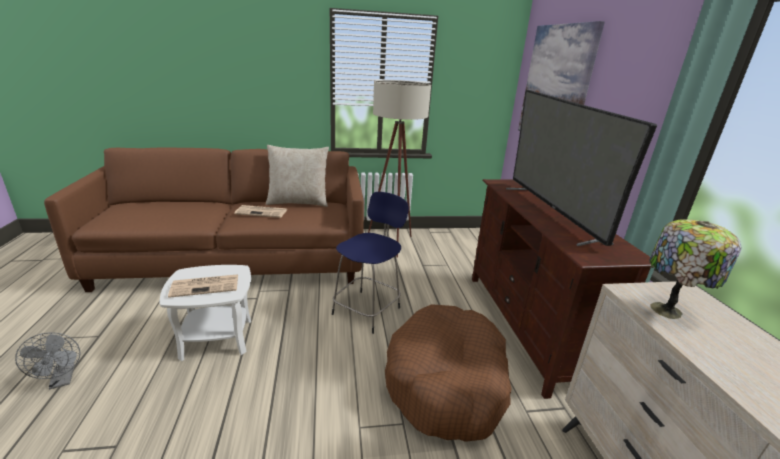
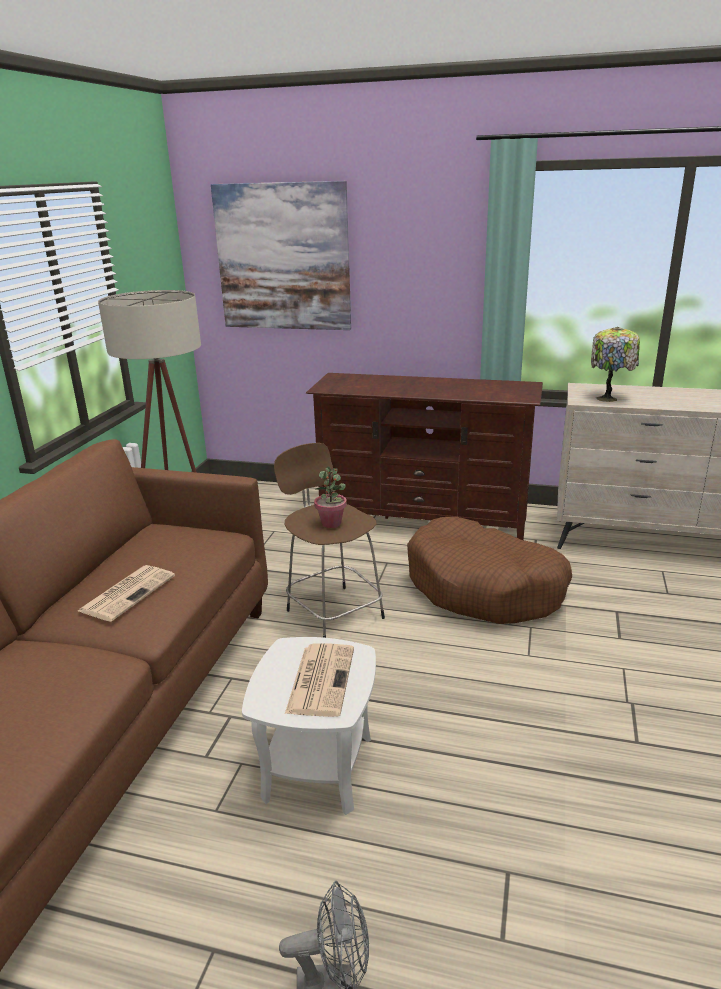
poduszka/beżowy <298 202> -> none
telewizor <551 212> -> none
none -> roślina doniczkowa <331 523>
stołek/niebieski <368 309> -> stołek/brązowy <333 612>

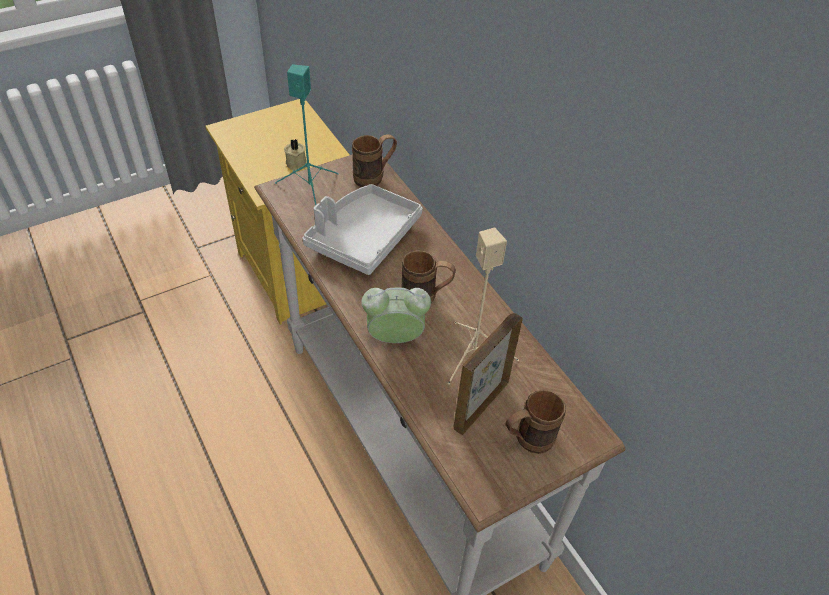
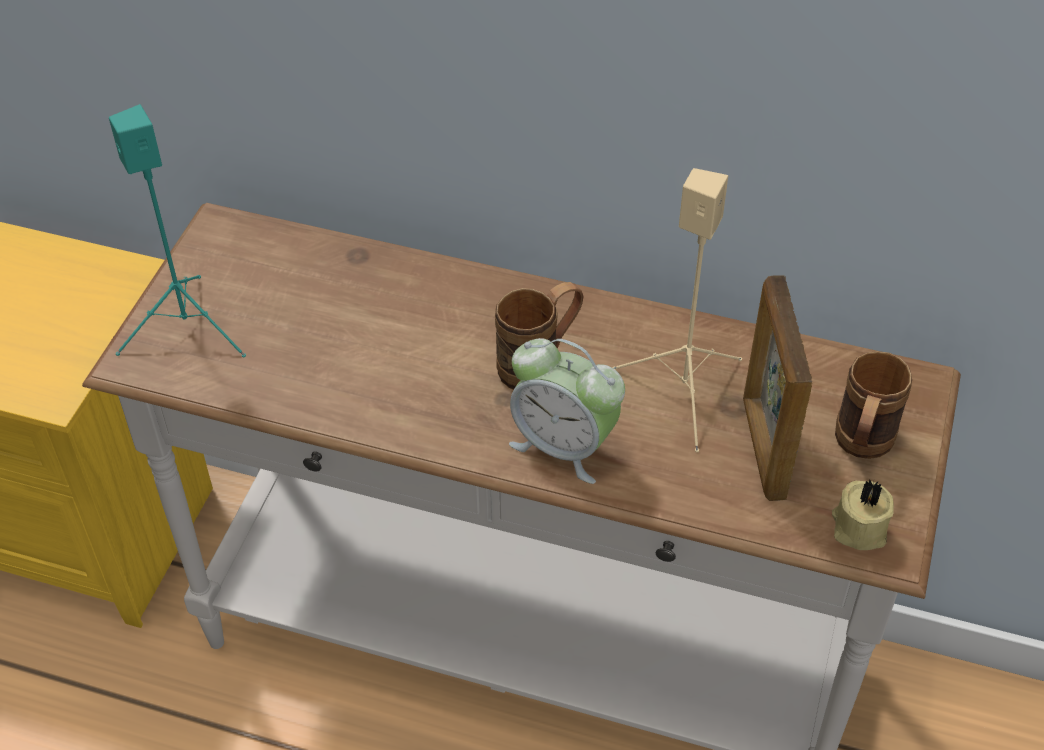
taca/szary <363 237> -> none
kubek/brązowy <374 177> -> none
świeca/beżowy <297 163> -> świeca/beżowy <858 527>, moved
budzik <395 338> -> budzik <564 445>, 105 degrees counterclockwise

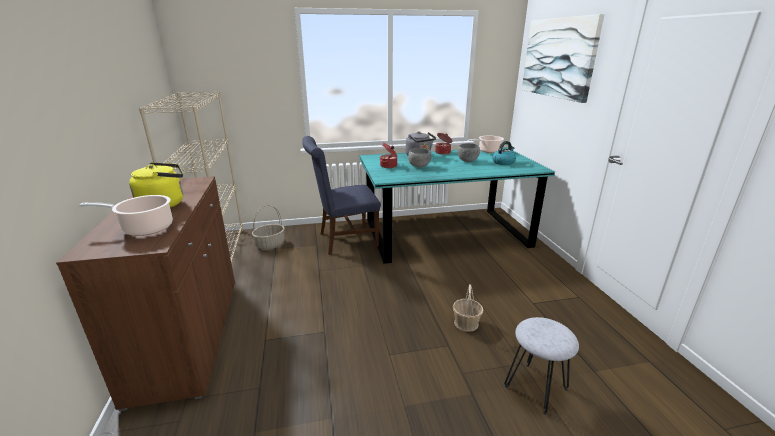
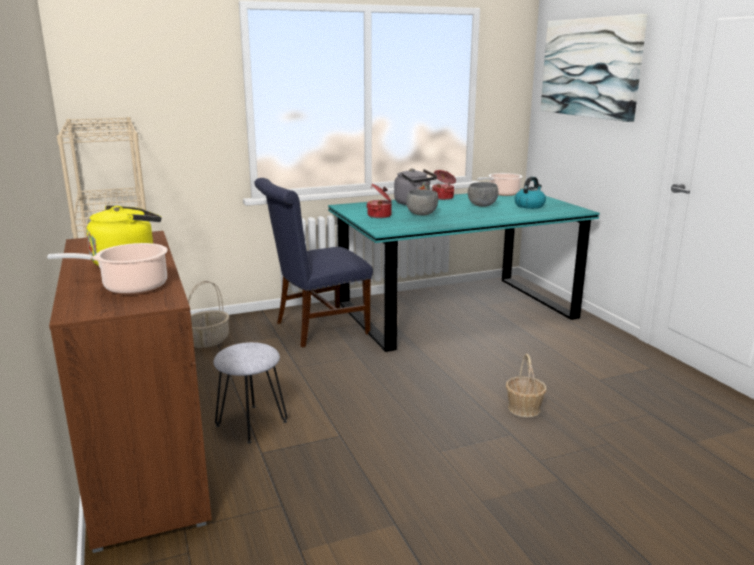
stołek/szary <536 388> -> stołek/szary <252 424>, moved

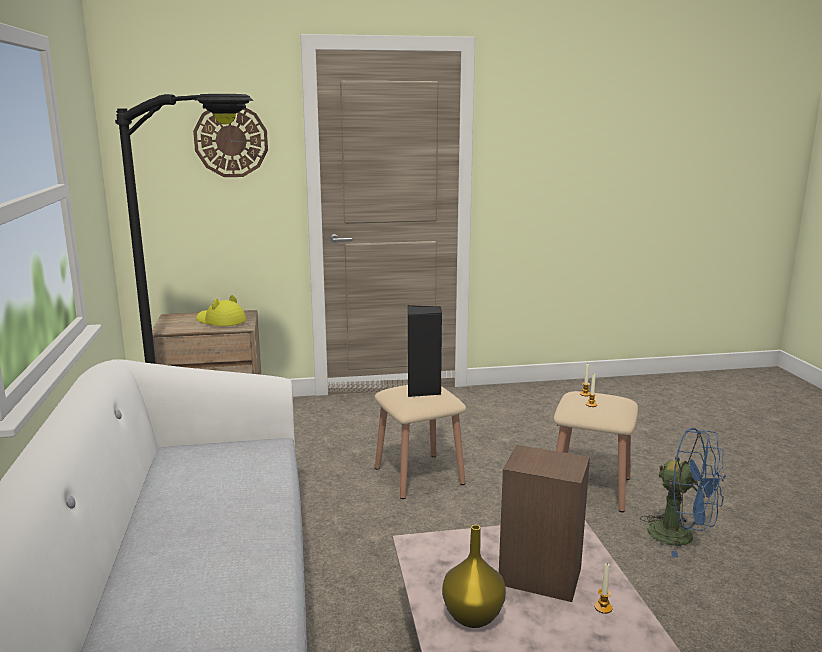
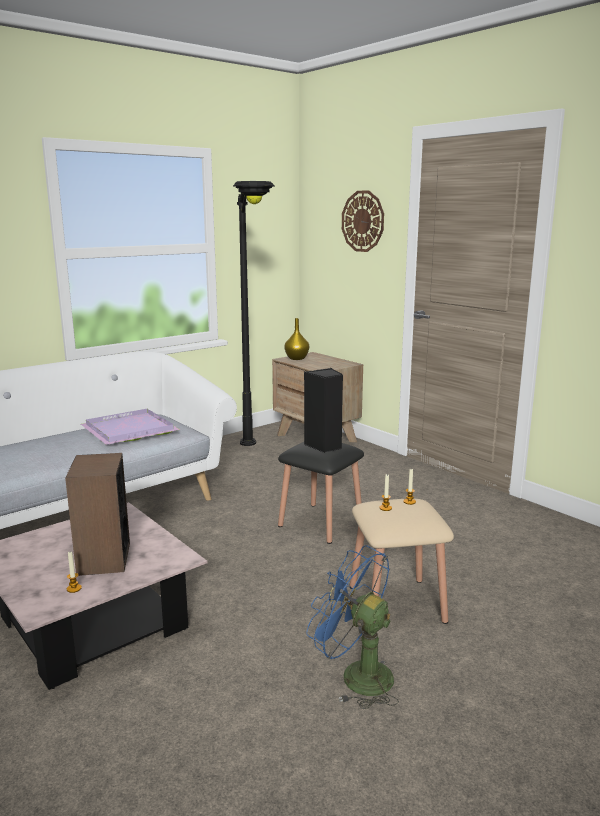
kapelusz/żółty <220 321> -> none
none -> taca/fioletowy <131 430>
wazon/żółty <472 617> -> wazon/żółty <296 358>, moved
stołek/beżowy <419 475> -> stołek/czarny <320 523>
wentylator/niebieski <681 537> -> wentylator/niebieski <356 675>, 120 degrees clockwise

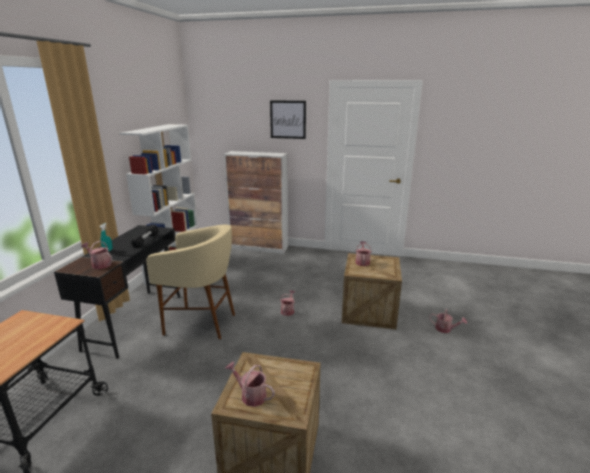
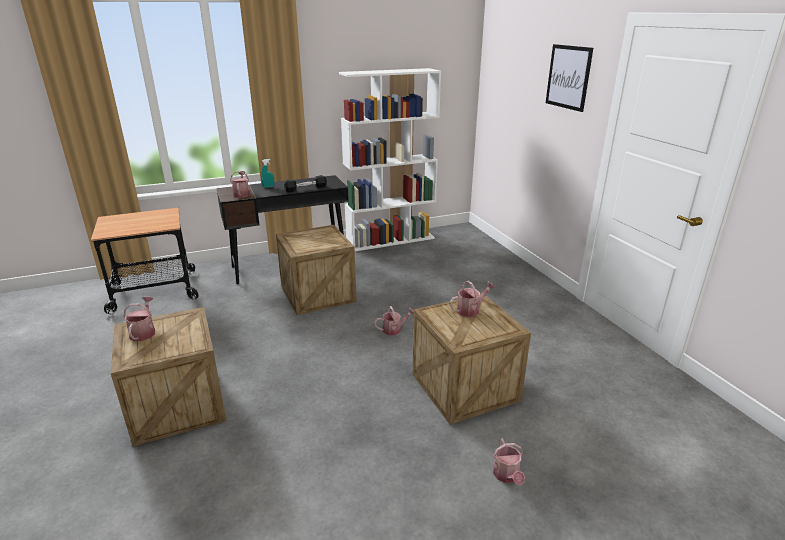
szafka <259 247> -> none
stołek/beżowy <201 323> -> skrzynka <318 294>

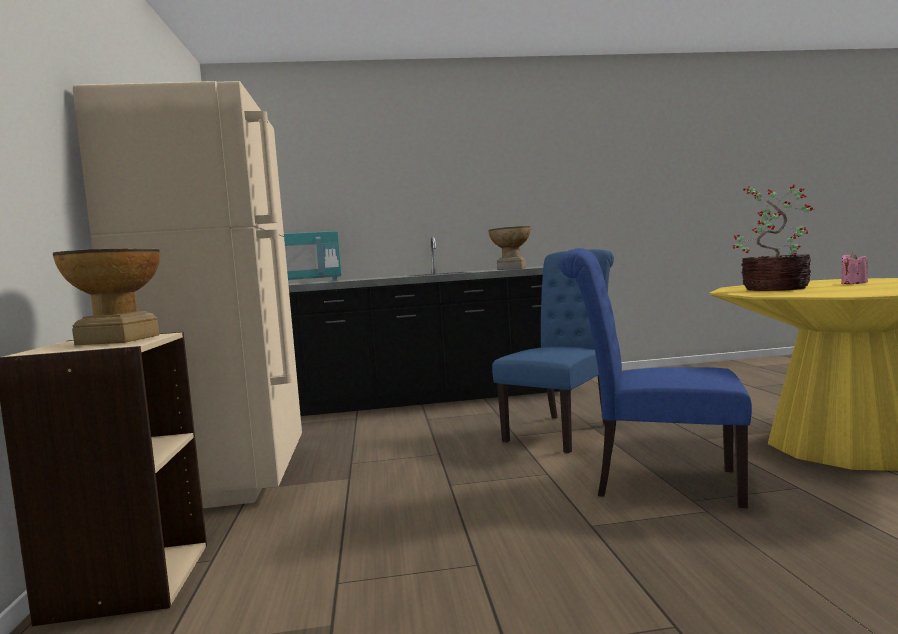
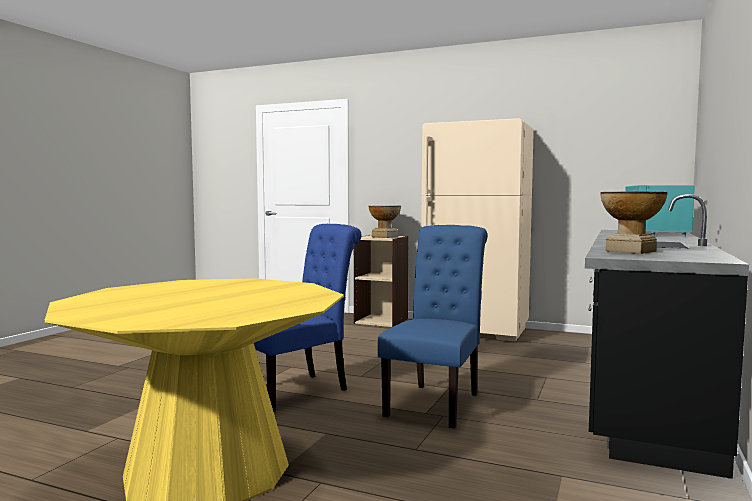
roślina doniczkowa <773 289> -> none
świeca/różowy <853 283> -> none
krzesło/niebieski <563 430> -> krzesło/niebieski <436 402>, 135 degrees counterclockwise

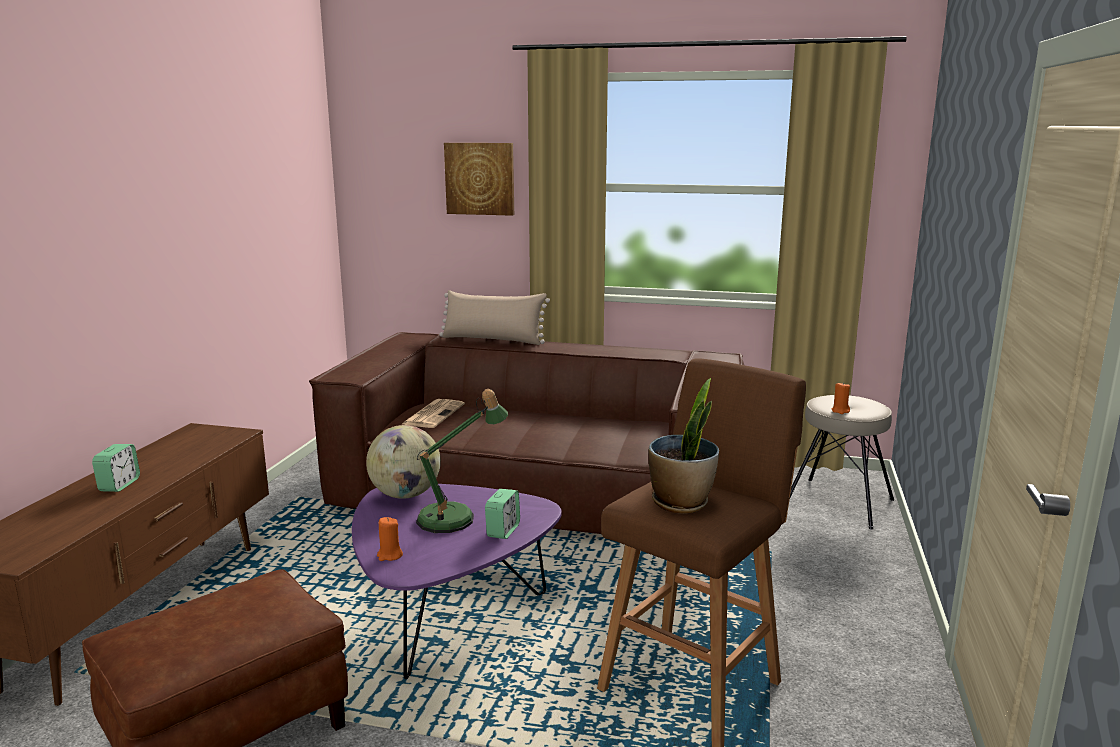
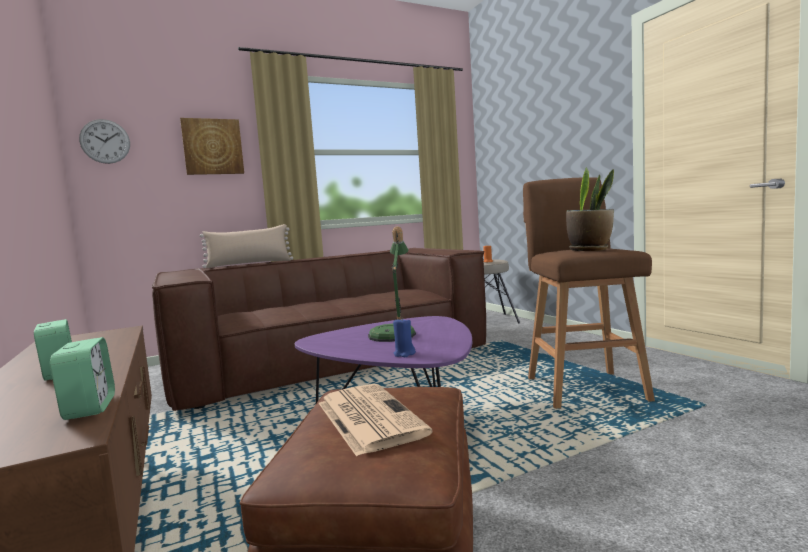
globus <406 495> -> none
none -> zegar ścienny <105 141>
gazeta <433 414> -> gazeta <367 417>, moved
budzik <503 531> -> budzik <89 408>, moved
świeca/pomarańczowy <389 555> -> świeca/niebieski <404 354>

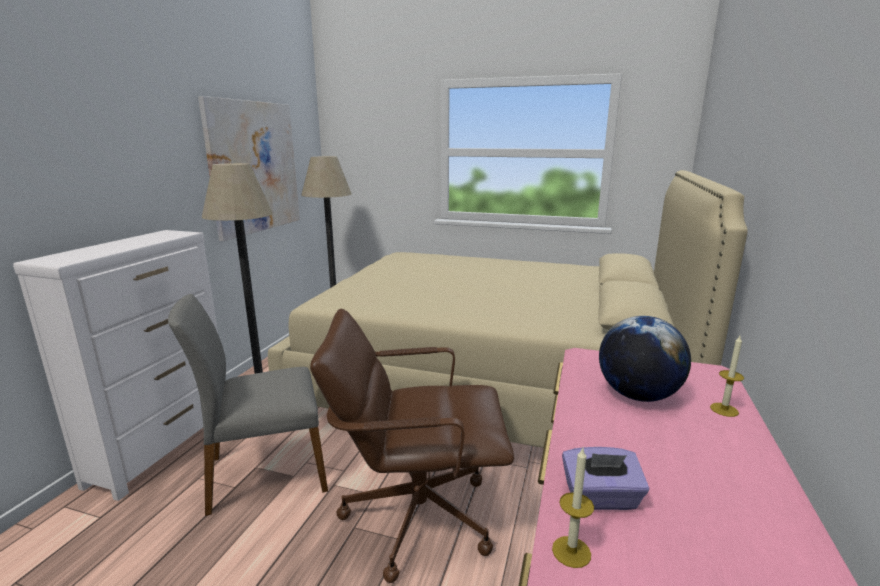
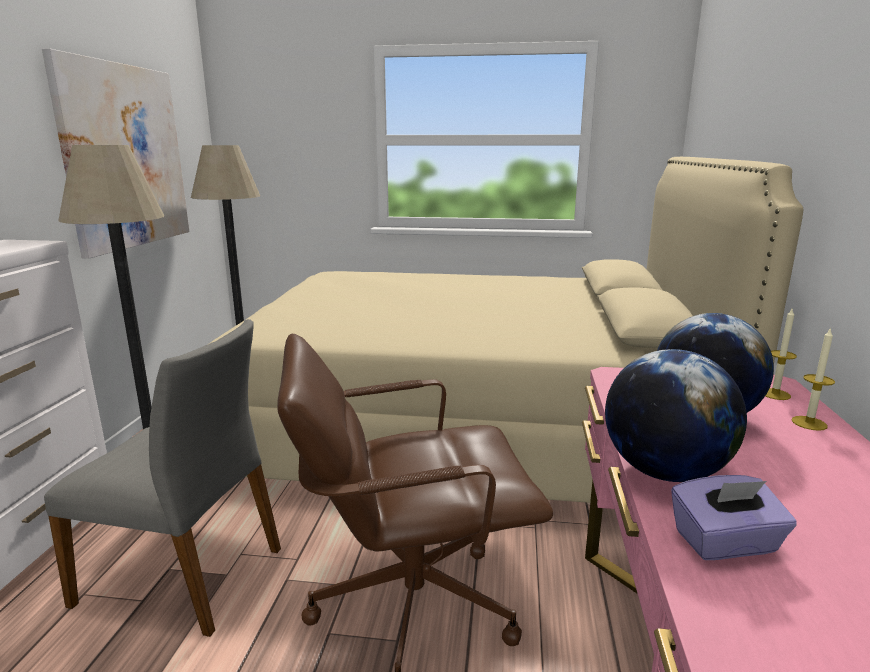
none -> globus <664 472>
świeca <571 551> -> świeca <775 394>, moved
krzesło/szary <265 472> -> krzesło/szary <185 574>, 135 degrees counterclockwise

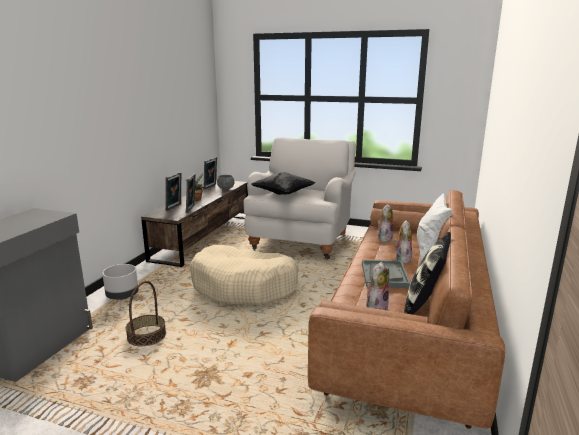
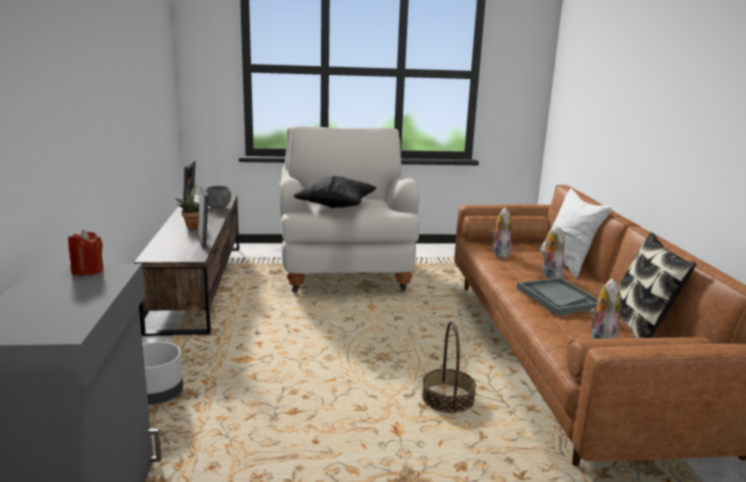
ramka na zdjęcie <174 207> -> none
legowisko/beżowy <244 287> -> none
none -> świeca/czerwony <87 270>
koszyk <146 335> -> koszyk <447 398>, moved

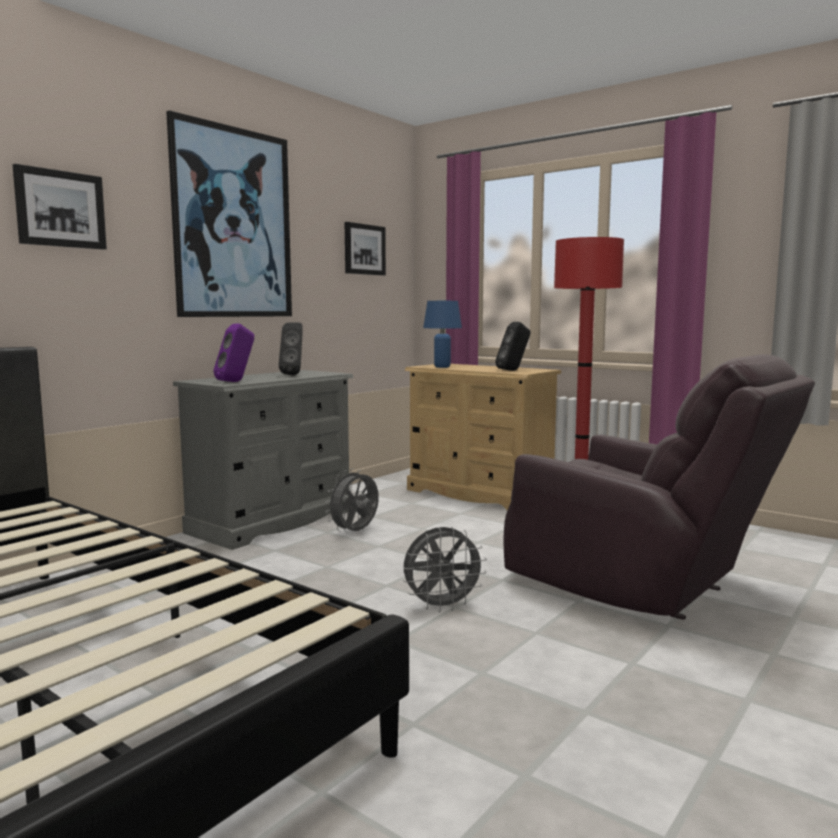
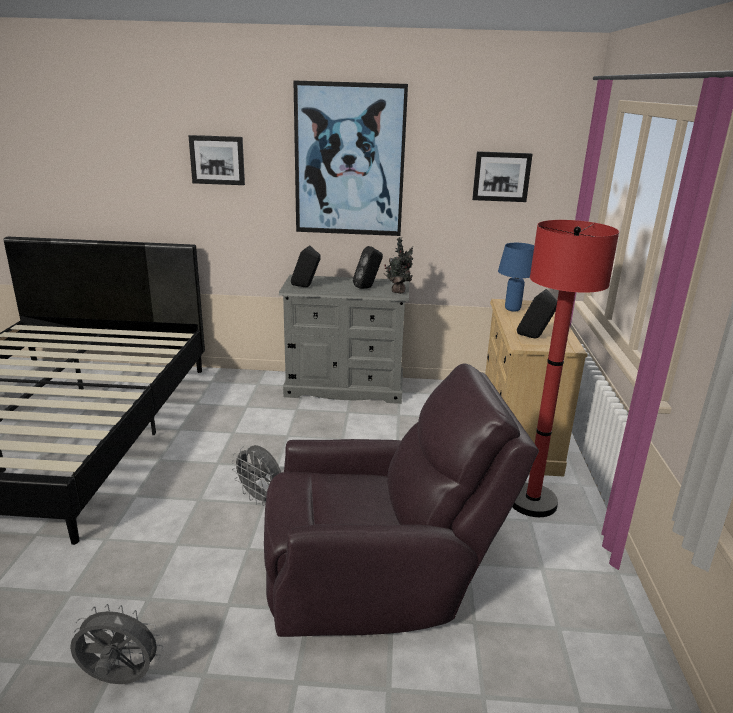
none -> roślina doniczkowa <398 291>
wentylator/szary <355 532> -> wentylator/szary <119 680>, moved
głośnik/fioletowy <236 381> -> głośnik/czarny <306 287>
fotel/brązowy <640 586> -> fotel/brązowy <379 579>, 105 degrees counterclockwise

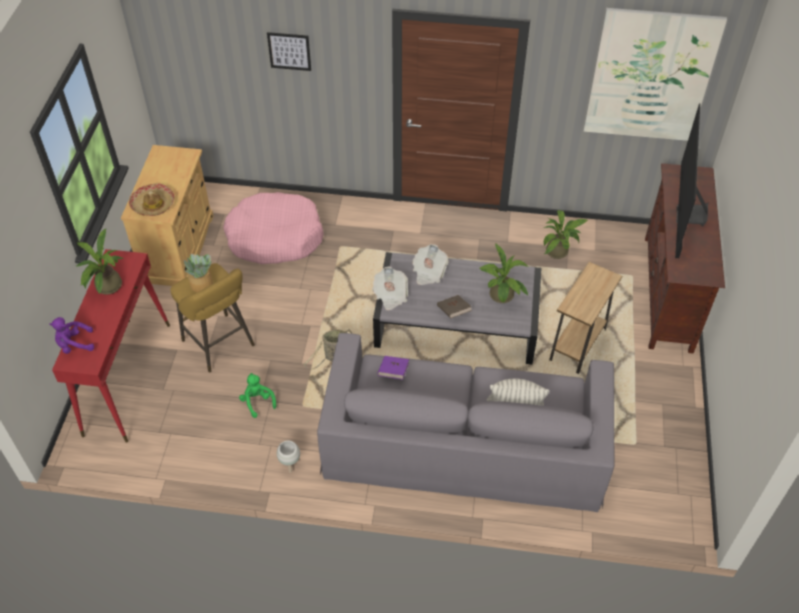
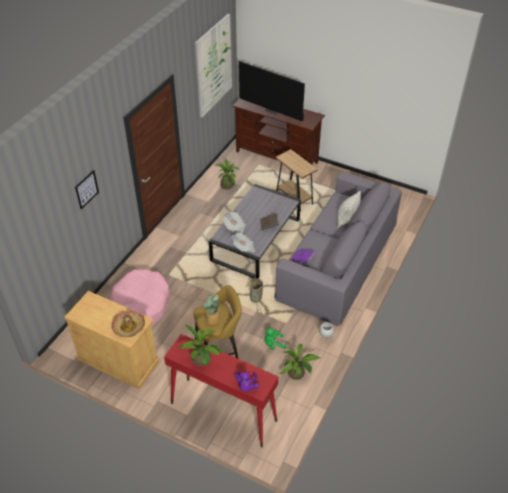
roślina doniczkowa <502 297> -> roślina doniczkowa <298 374>, moved

